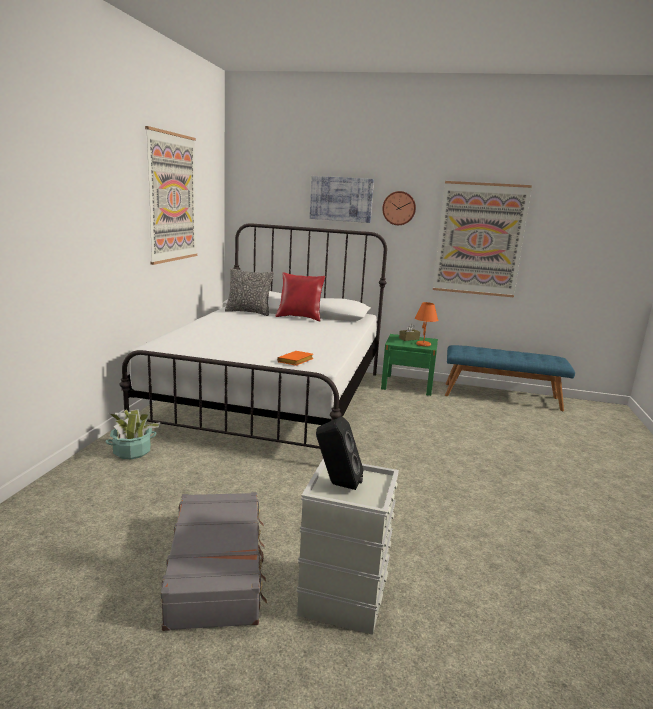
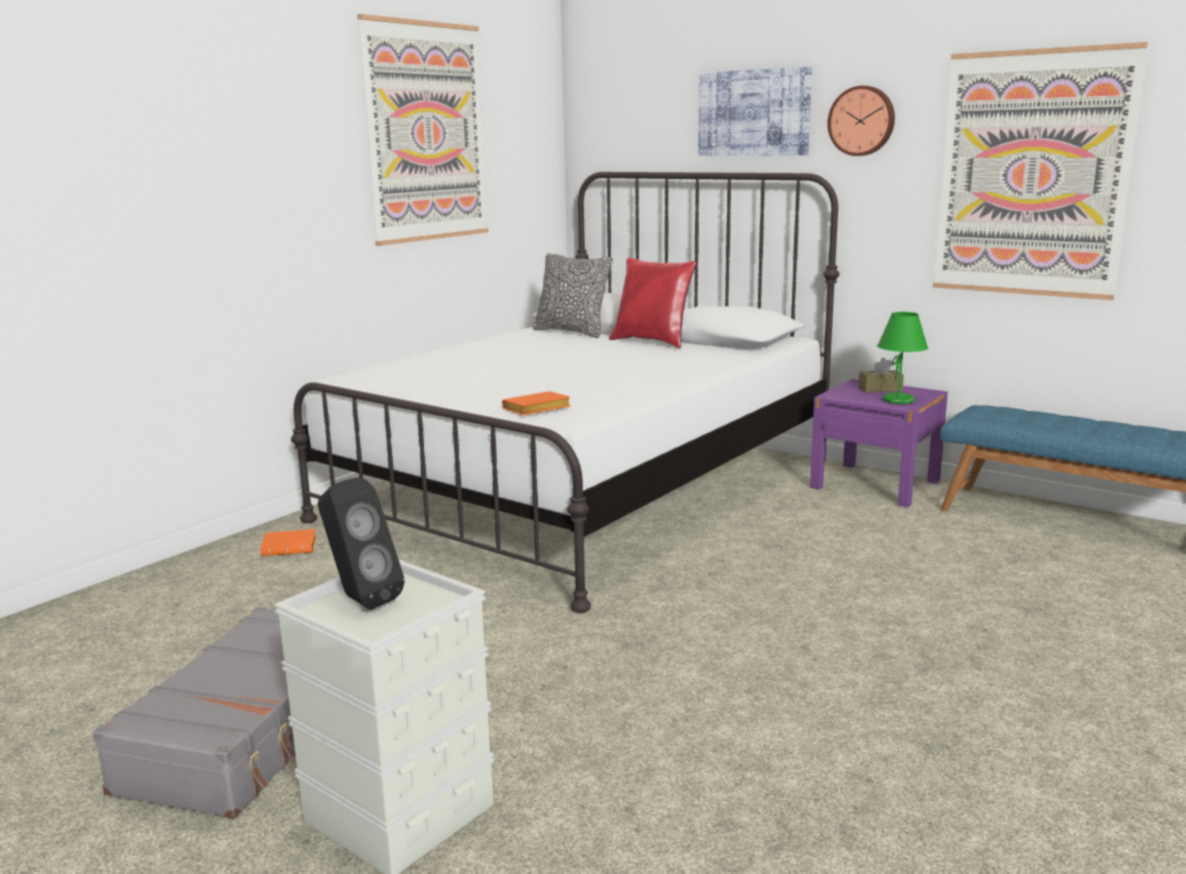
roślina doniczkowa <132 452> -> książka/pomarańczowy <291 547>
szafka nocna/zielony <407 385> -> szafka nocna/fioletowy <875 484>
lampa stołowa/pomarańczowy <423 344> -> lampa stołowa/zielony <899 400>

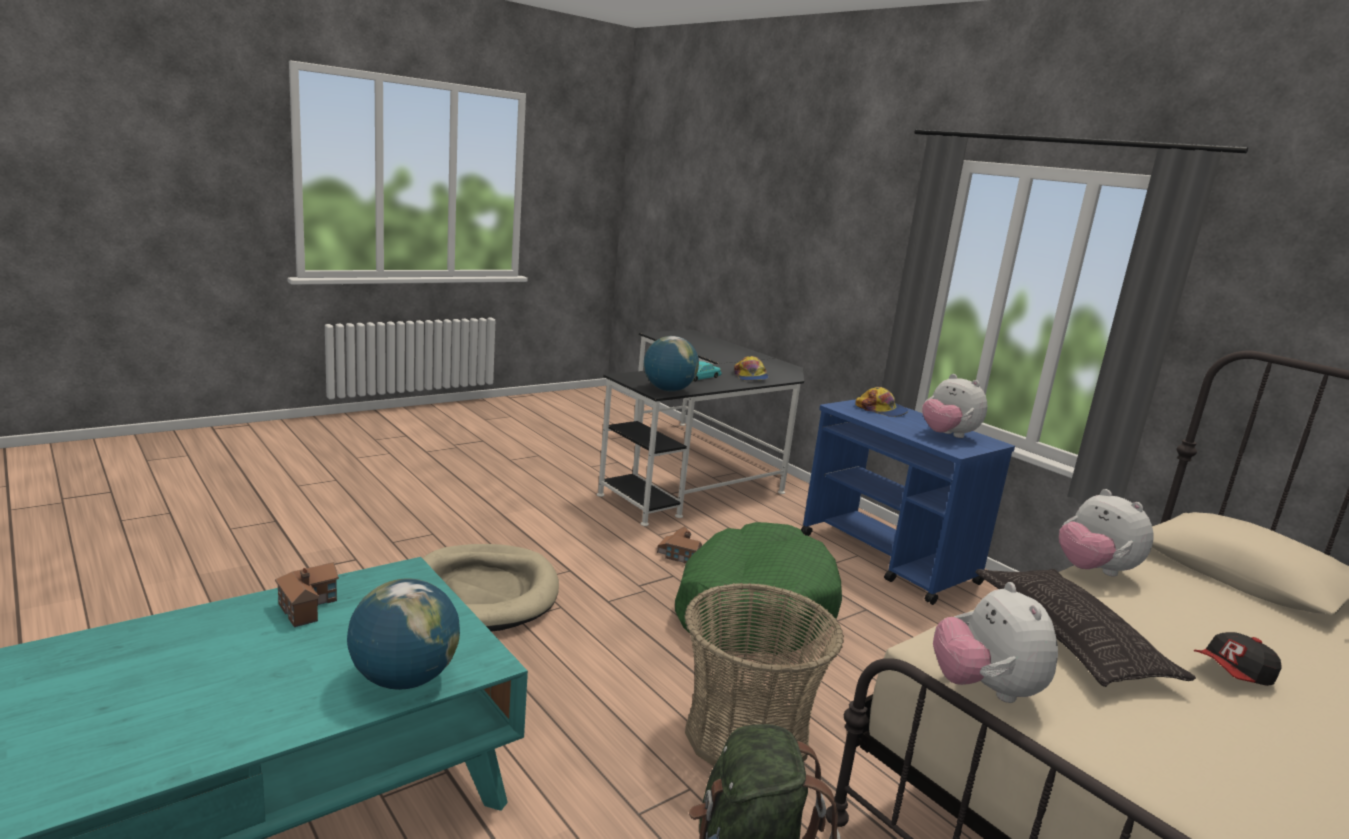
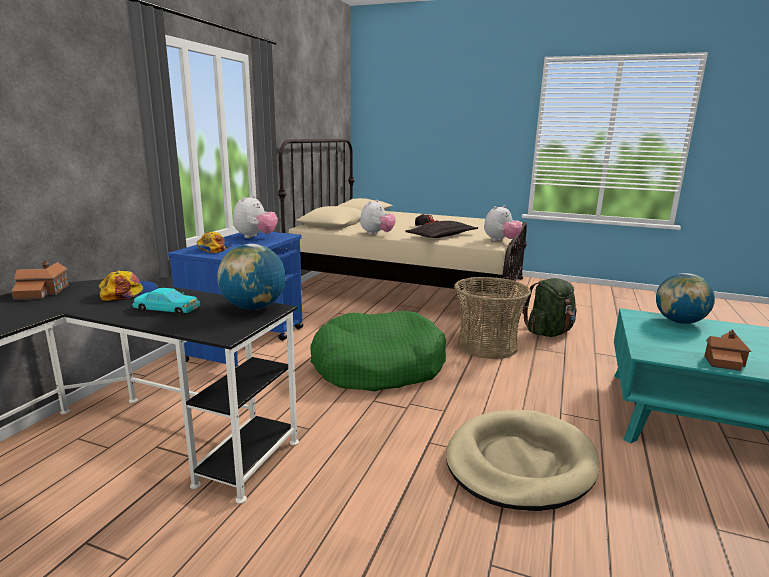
domek <679 554> -> domek <43 292>, moved

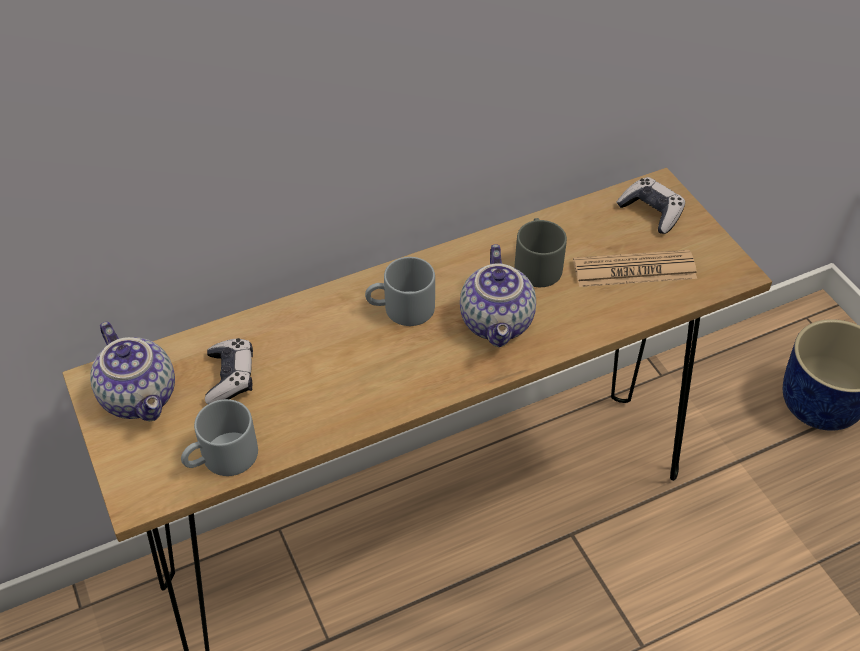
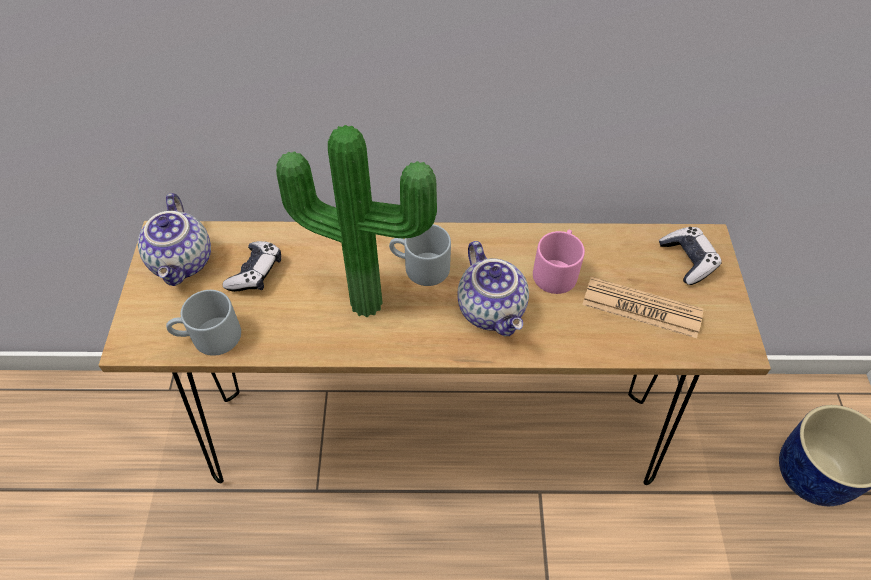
none -> roślina doniczkowa <368 298>
kubek/szary <536 263> -> kubek/różowy <556 269>
imbryk <498 323> -> imbryk <493 310>, 45 degrees counterclockwise

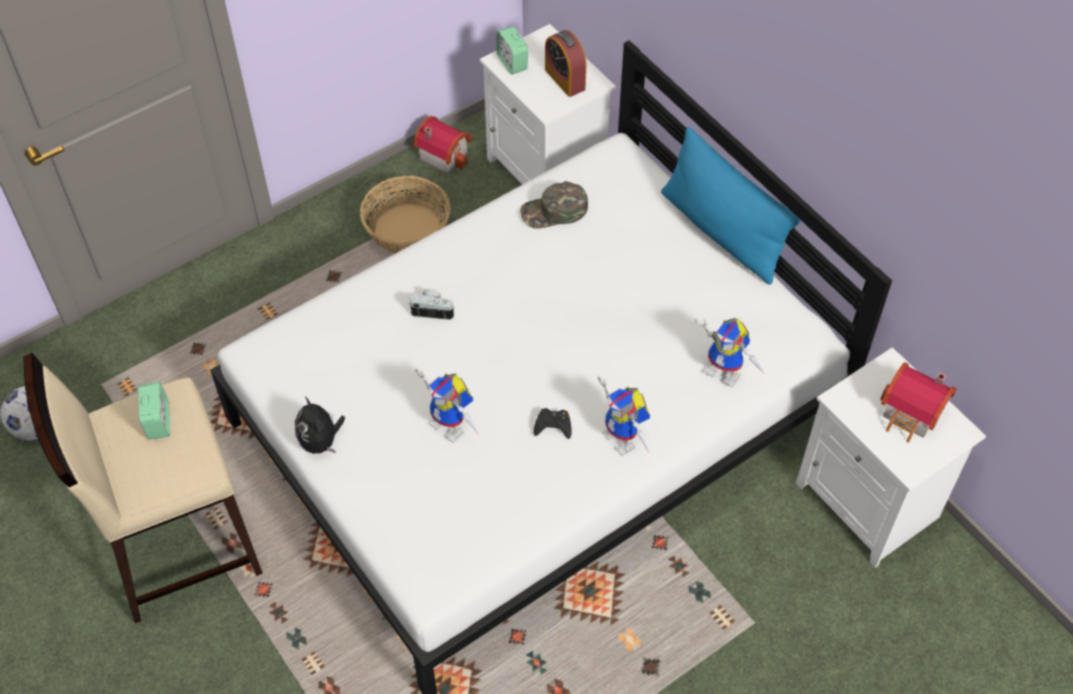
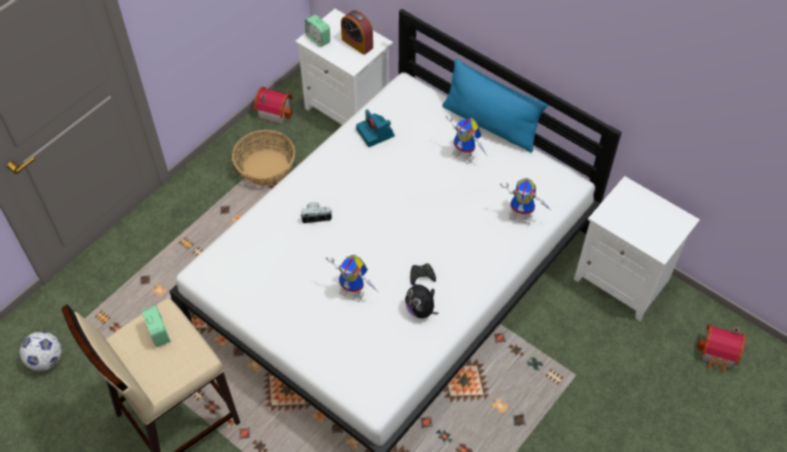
pluszak <321 442> -> pluszak <421 309>, moved
robot zabawkowy <625 439> -> robot zabawkowy <466 154>, moved
domek <912 415> -> domek <718 354>, moved
czapka z daszkiem/zielony <554 211> -> aparat fotograficzny <376 133>

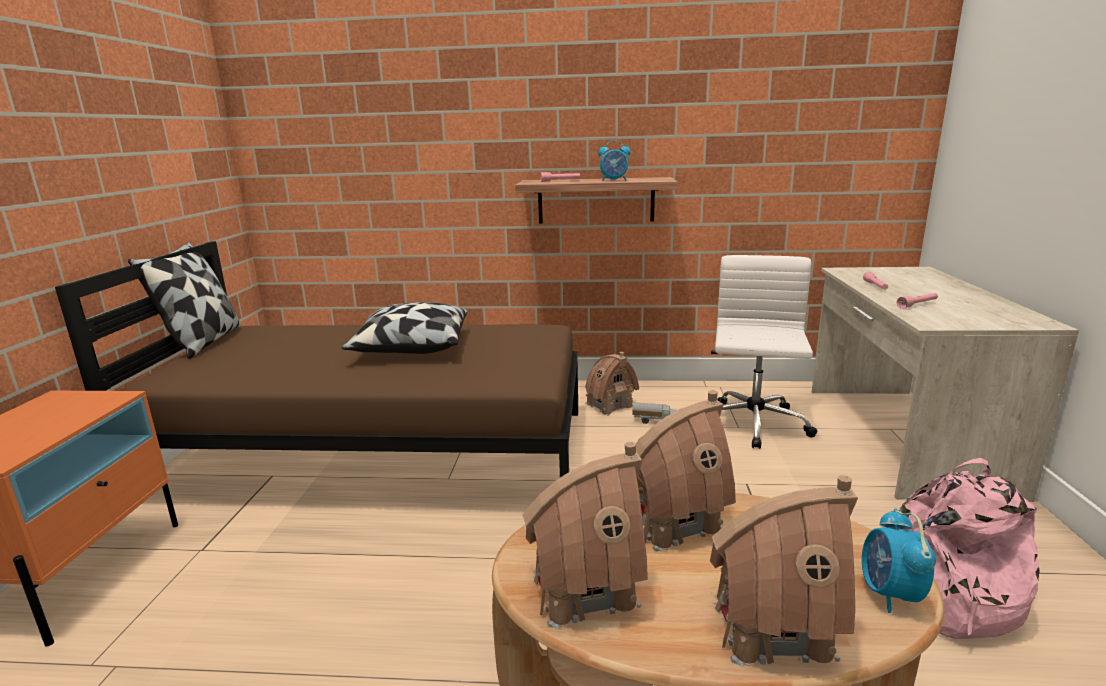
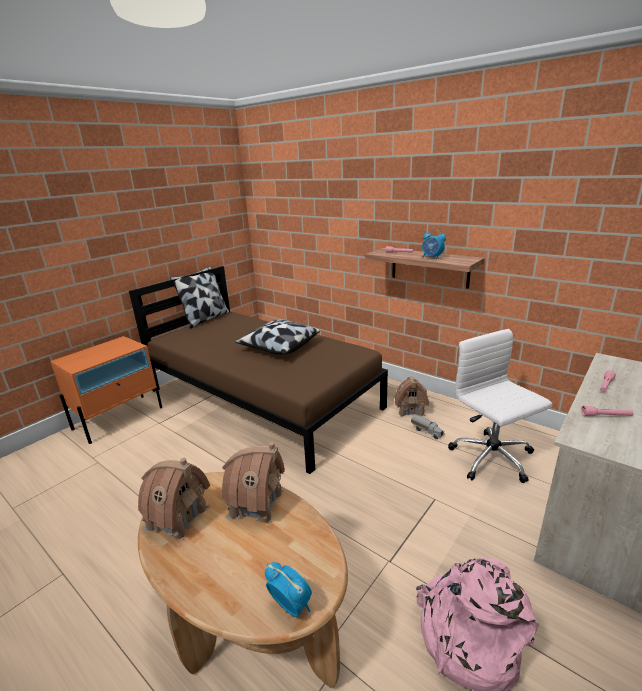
domek <772 625> -> none
krzesło biurowe/biały <753 425> -> krzesło biurowe/biały <492 459>, 75 degrees counterclockwise
budzik <889 594> -> budzik <291 605>, 90 degrees clockwise

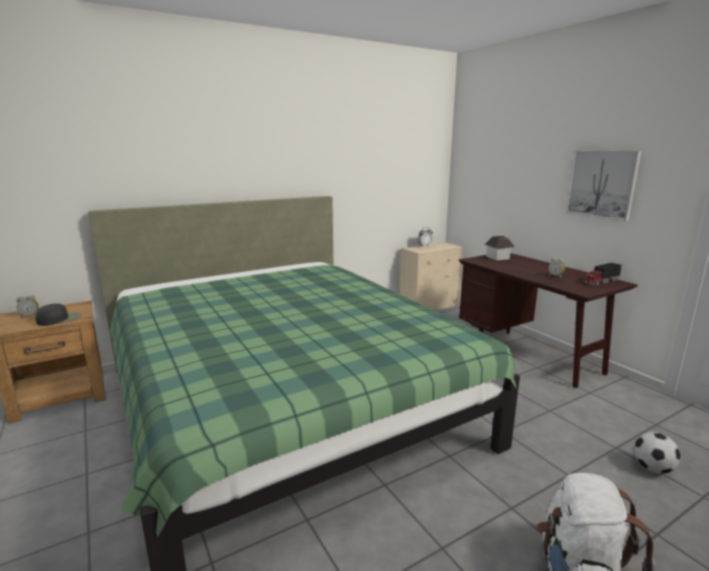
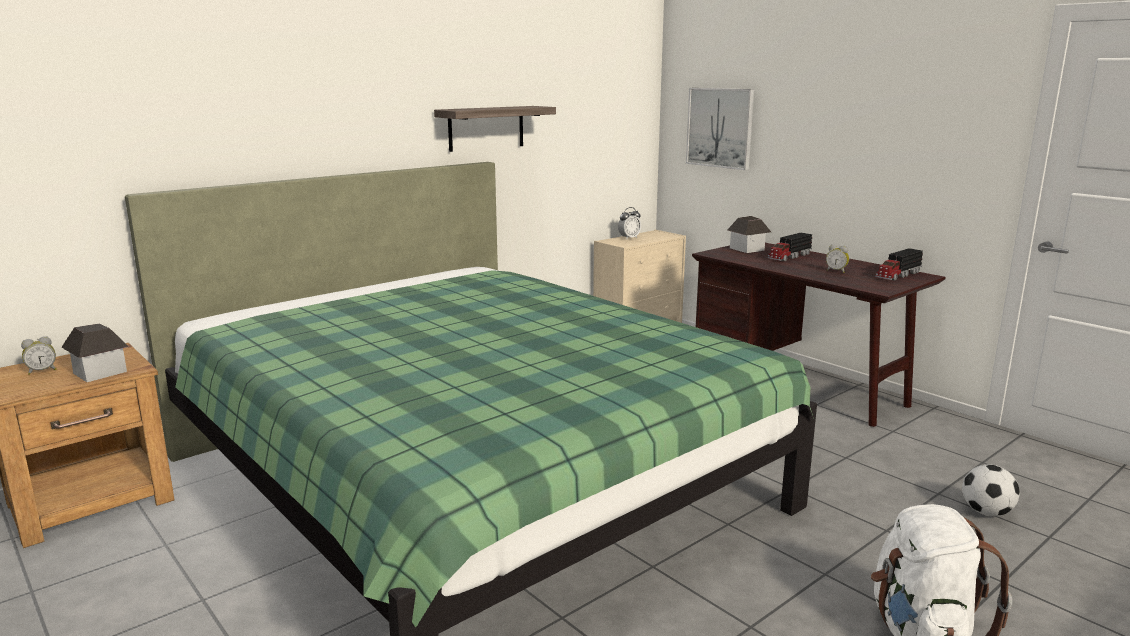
none -> półka <486 128>
none -> ciężarówka zabawkowa <789 256>
obraz <601 184> -> obraz <720 127>, moved
czapka z daszkiem/czarny <60 319> -> domek <100 372>

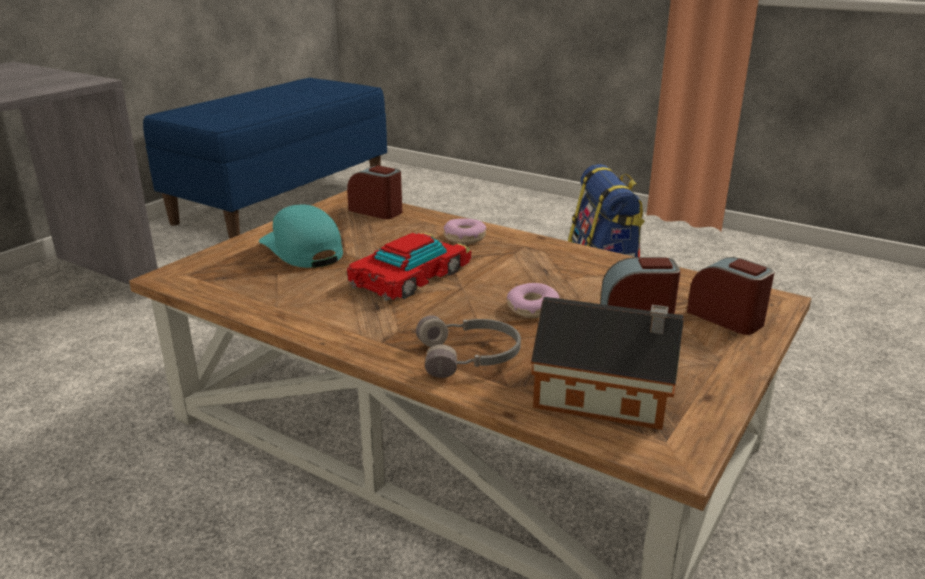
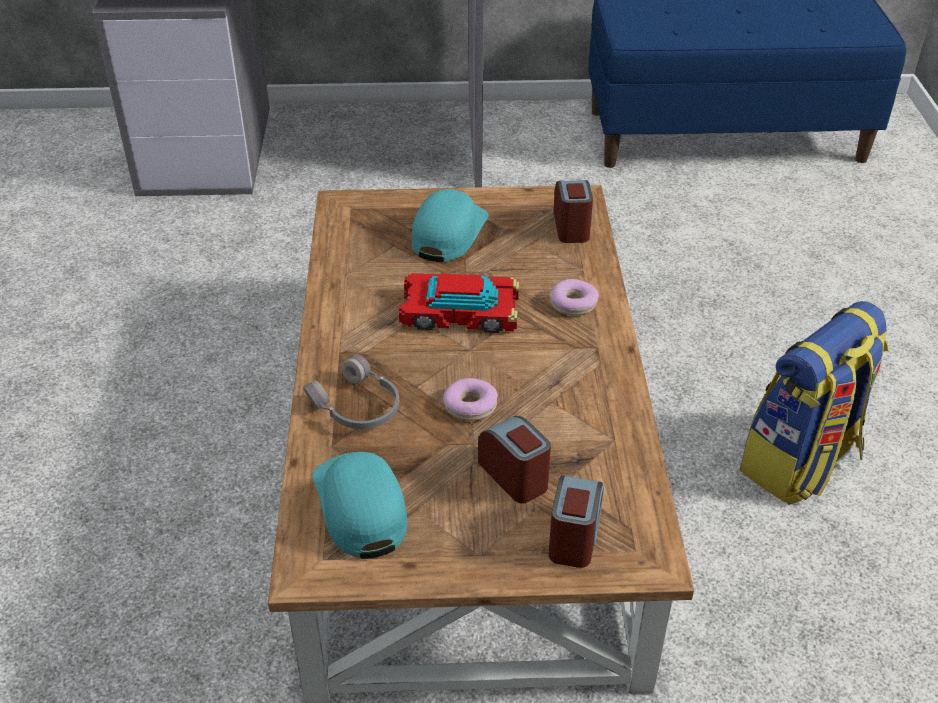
domek <608 397> -> czapka z daszkiem/turkusowy <360 505>

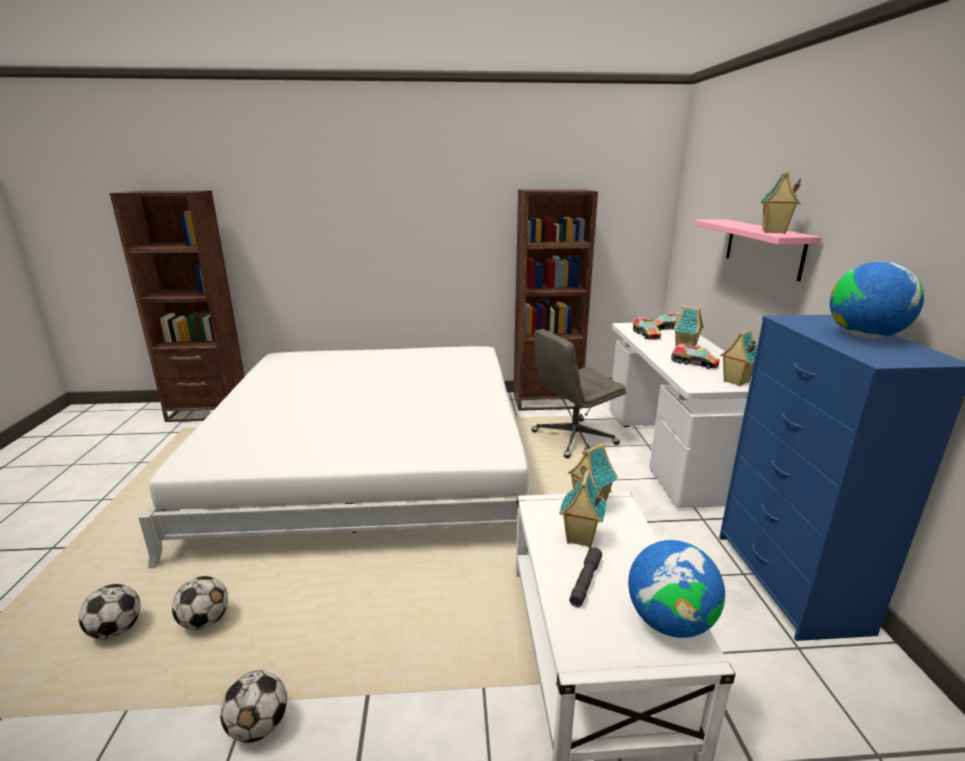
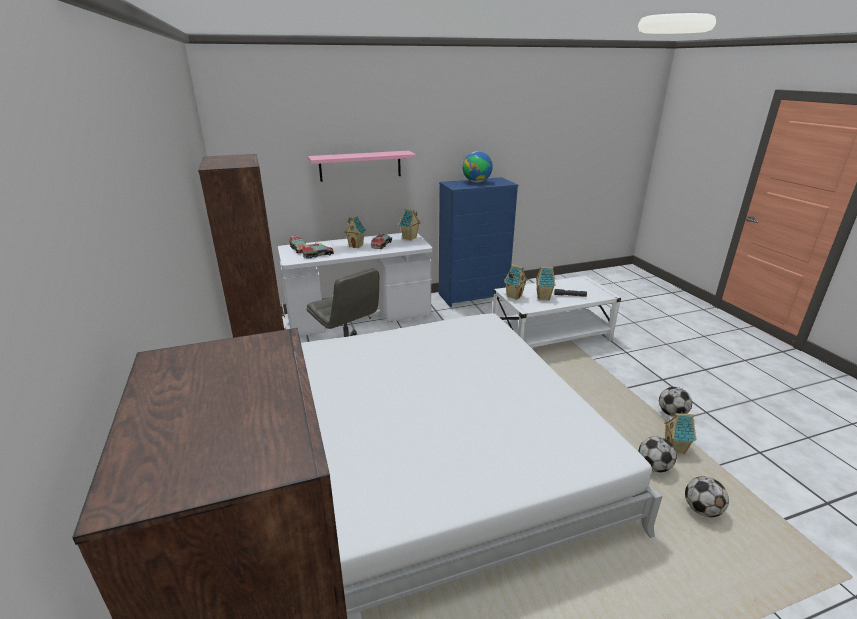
globus <669 622> -> none
domek <773 232> -> domek <675 449>, moved

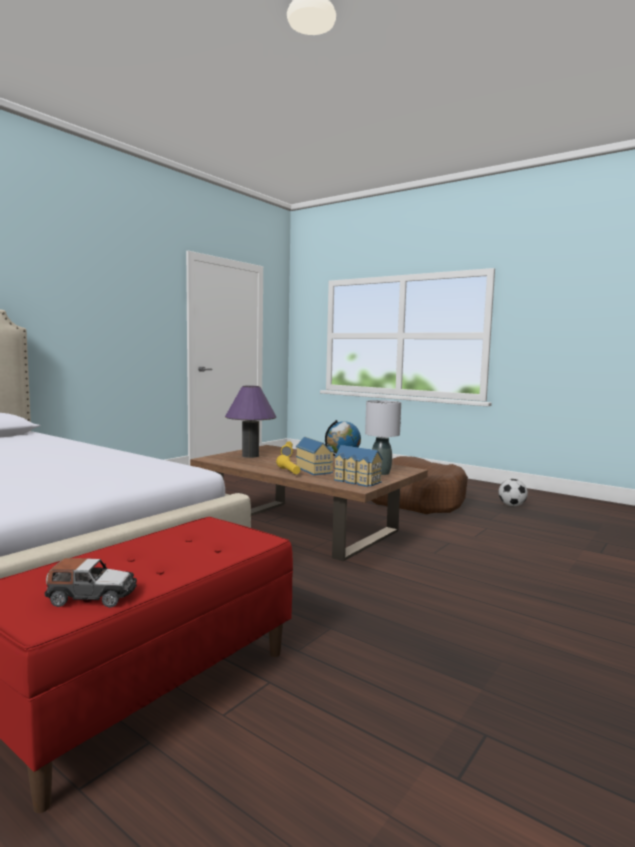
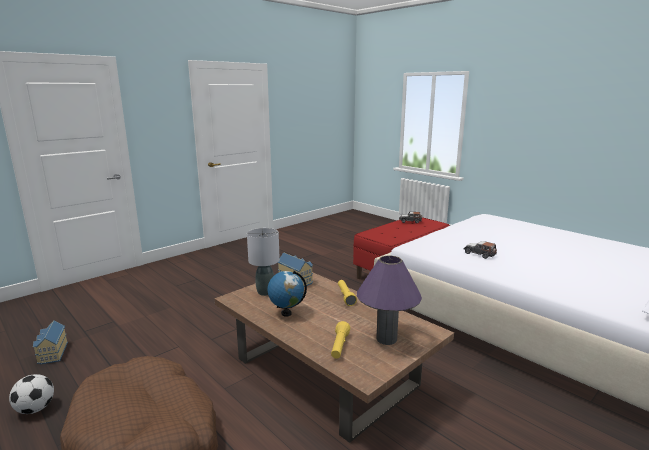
none -> samochodzik <479 254>
domek <314 470> -> domek <52 353>, moved

